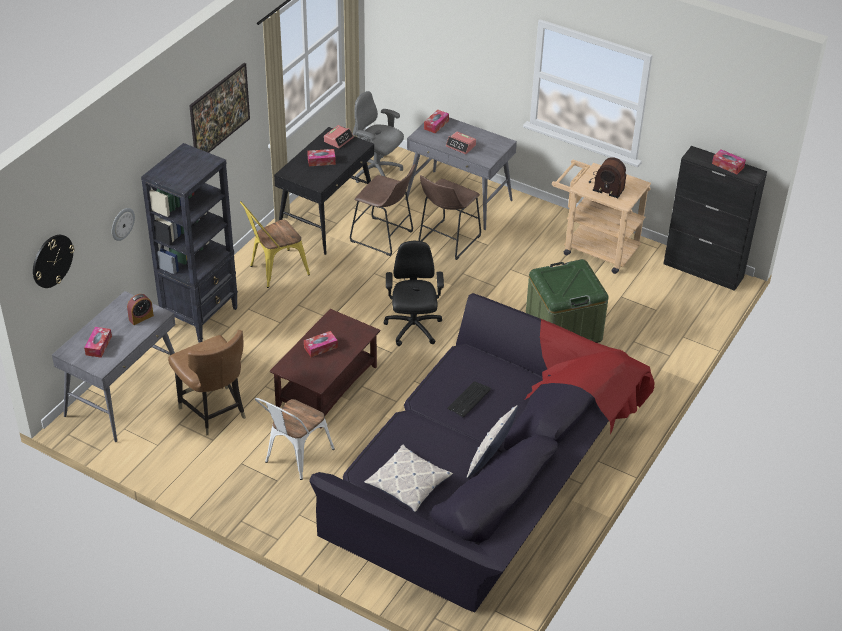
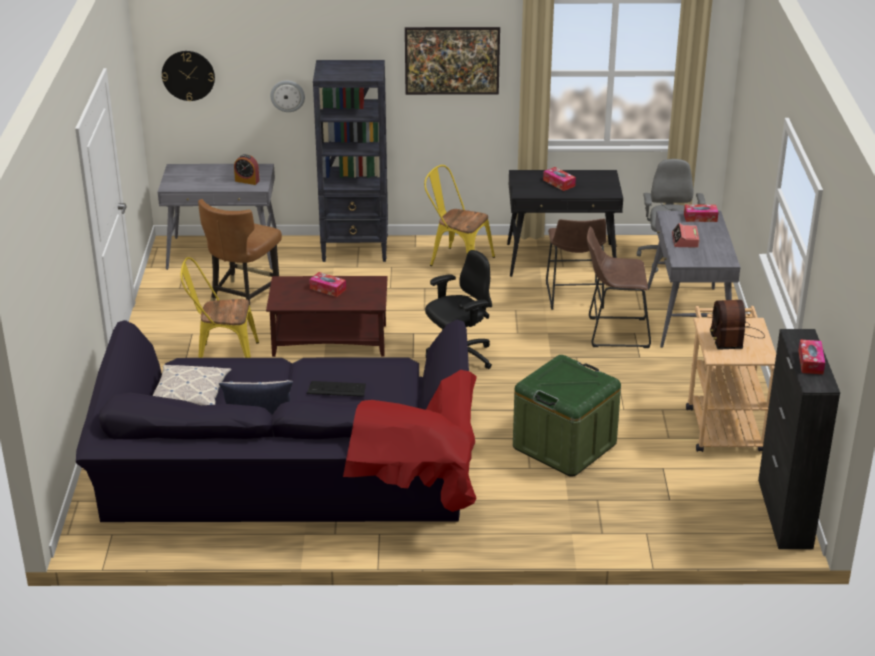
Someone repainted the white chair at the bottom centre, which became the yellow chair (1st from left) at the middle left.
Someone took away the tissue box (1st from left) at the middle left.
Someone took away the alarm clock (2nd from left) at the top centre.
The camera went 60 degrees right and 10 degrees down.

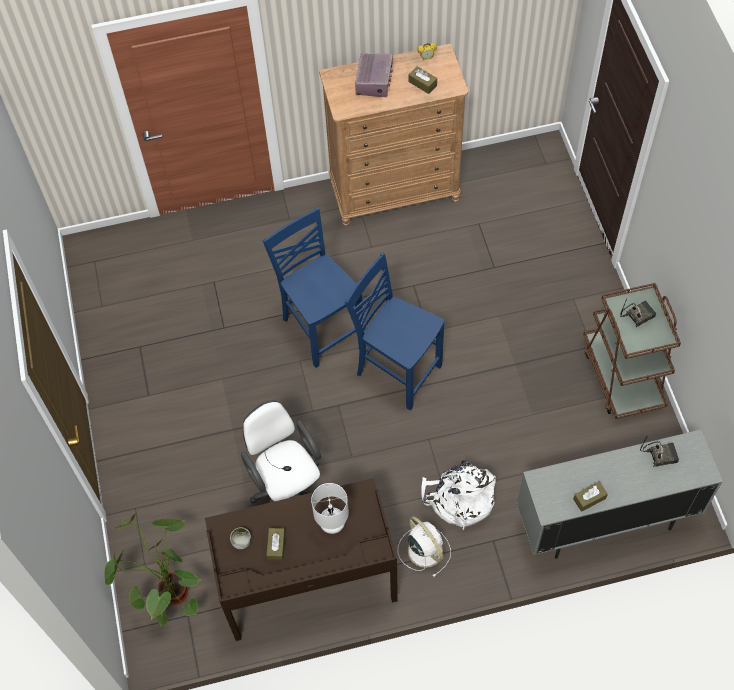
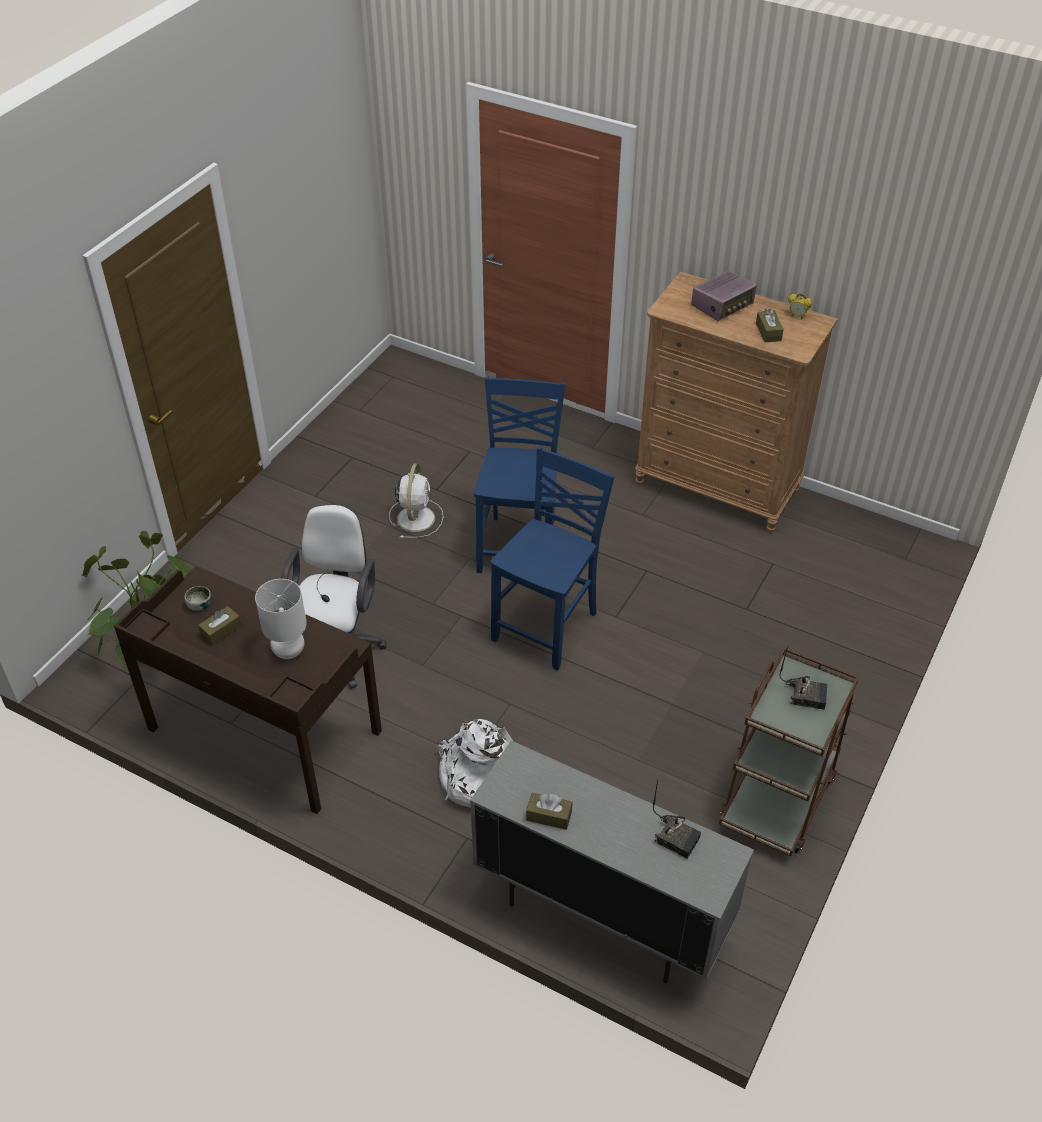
Someone carried the white fan from the bottom centre to the centre.
Someone rotated the blue chair (2nd from left) at the centre by 45 degrees clockwise.
The camera went 40 degrees right and 15 degrees down.

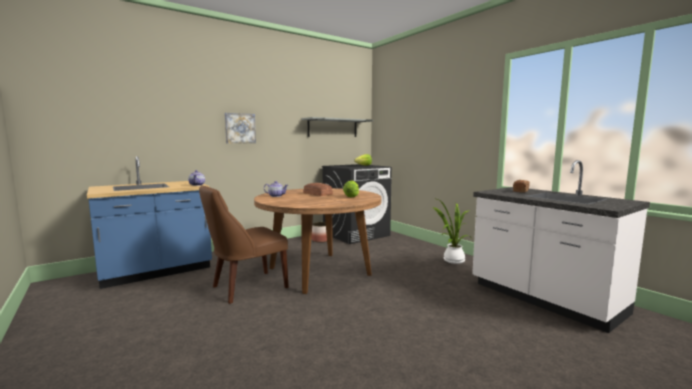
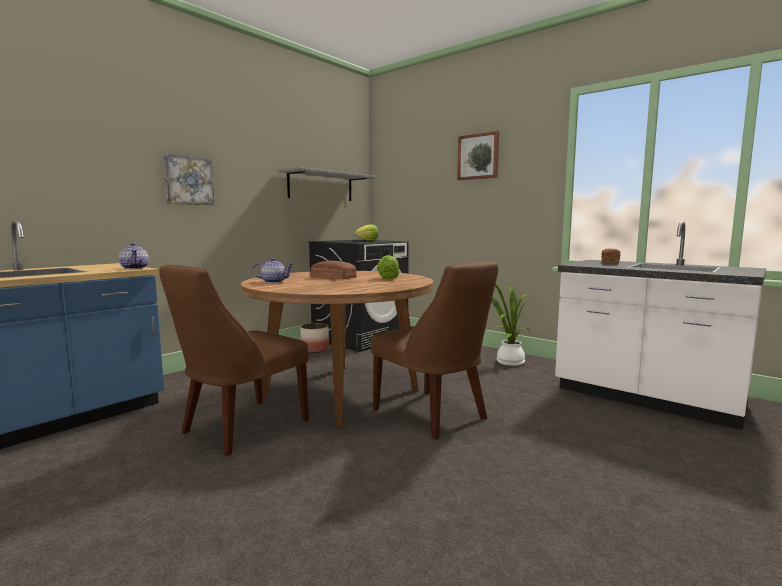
Someone put down the brown chair (2nd from left) at the centre.
Someone put up the picture (2nd from left) at the top centre.
The camera went 15 degrees left and 0 degrees up.

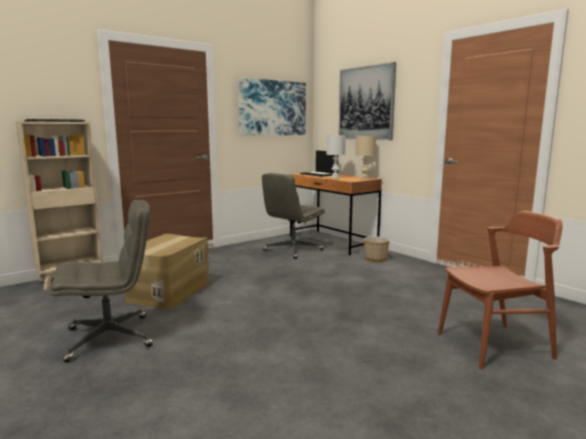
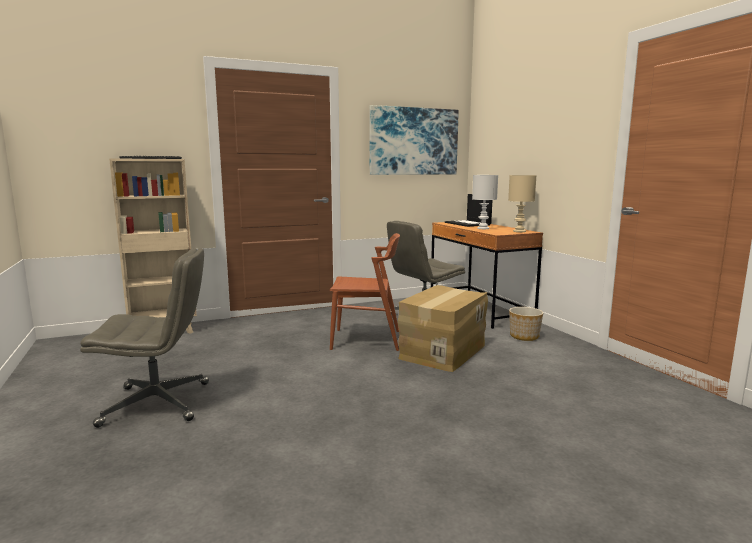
Someone carried the brown chair from the middle right to the centre.
Someone carried the cardboard box from the middle left to the centre.
Someone took away the picture (2nd from left) at the top centre.
The camera went 15 degrees right and 0 degrees up.

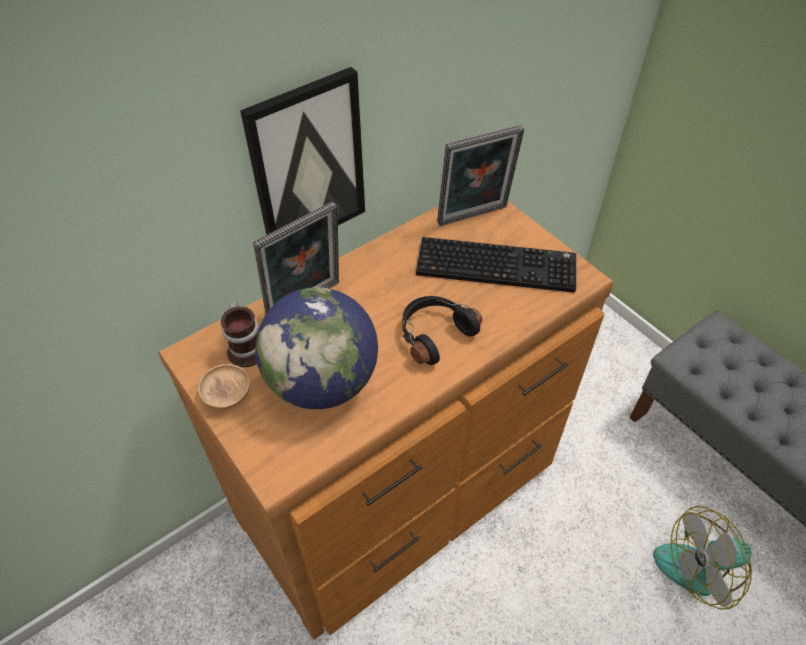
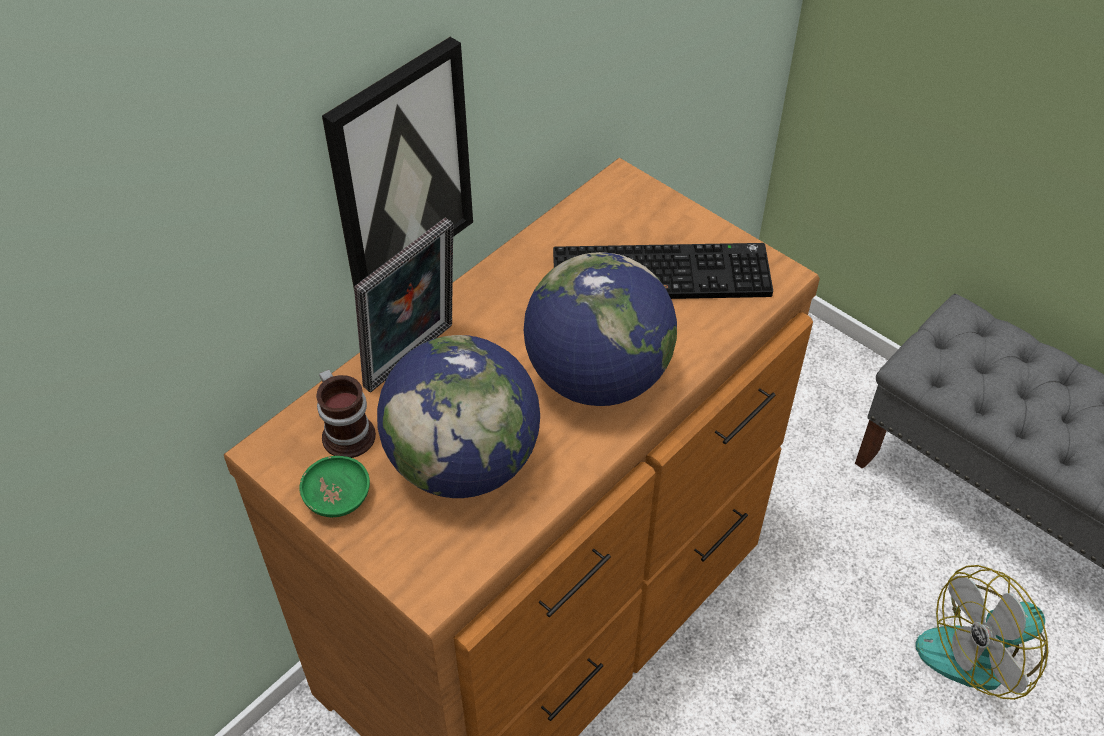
Someone repainted the brown bowl at the middle left, which became the green bowl at the middle left.
Someone swapped the black headphones at the centre for the globe (2nd from left) at the centre.
Someone took away the picture frame (2nd from left) at the top centre.
The camera went 10 degrees left and 0 degrees up.

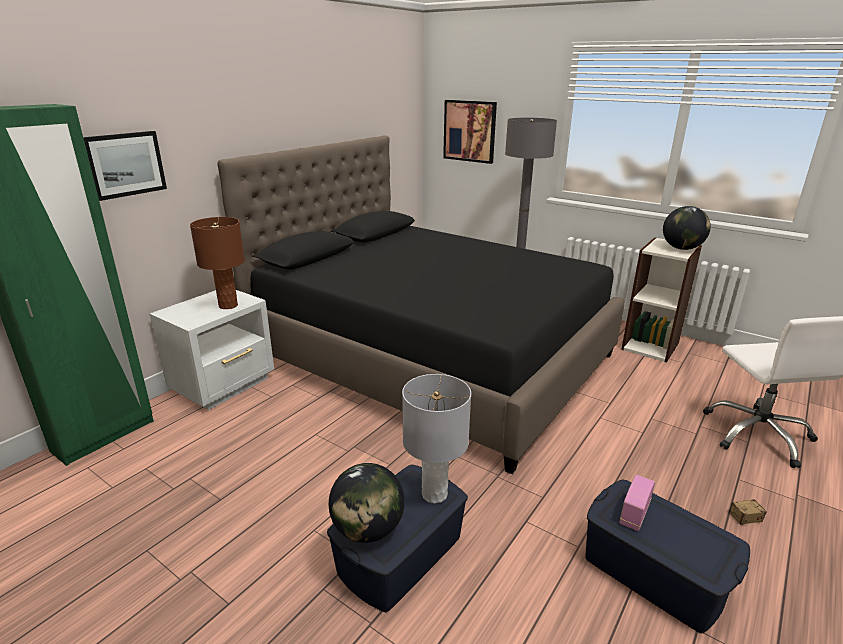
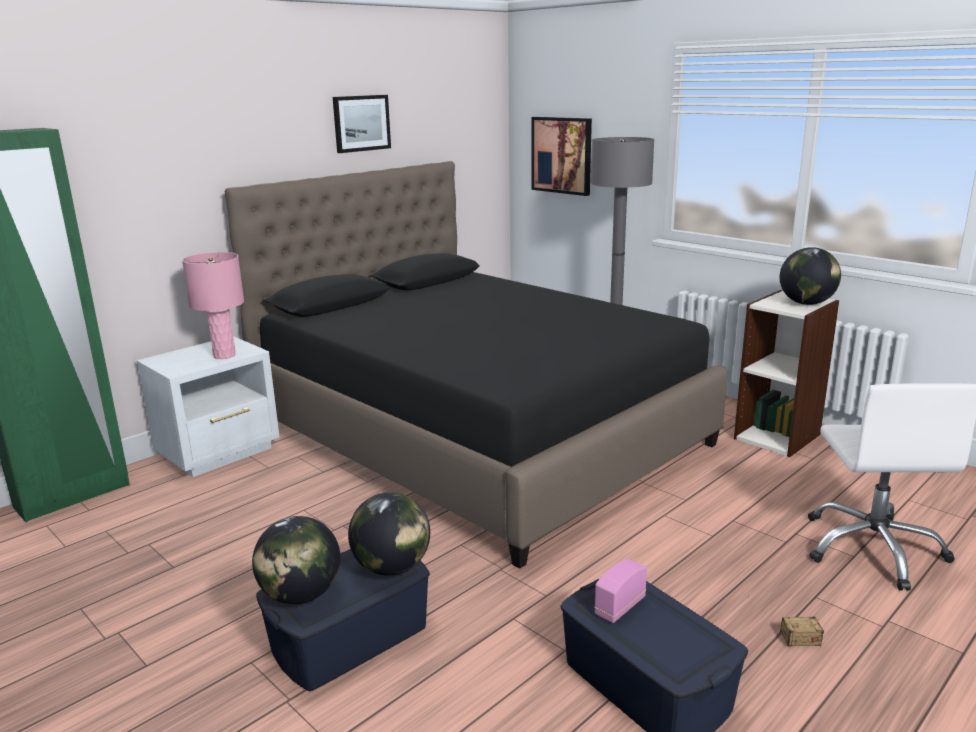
Someone repainted the brown table lamp at the middle left, which became the pink table lamp at the middle left.
Someone carried the picture (1st from left) from the top left to the top centre.
Someone swapped the grey table lamp at the bottom centre for the globe (2nd from left) at the bottom centre.
The camera went 10 degrees right and 5 degrees down.

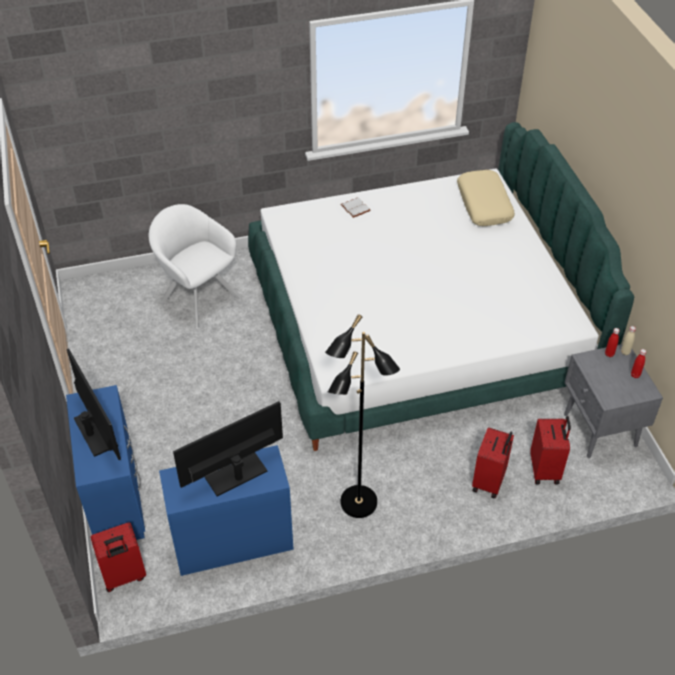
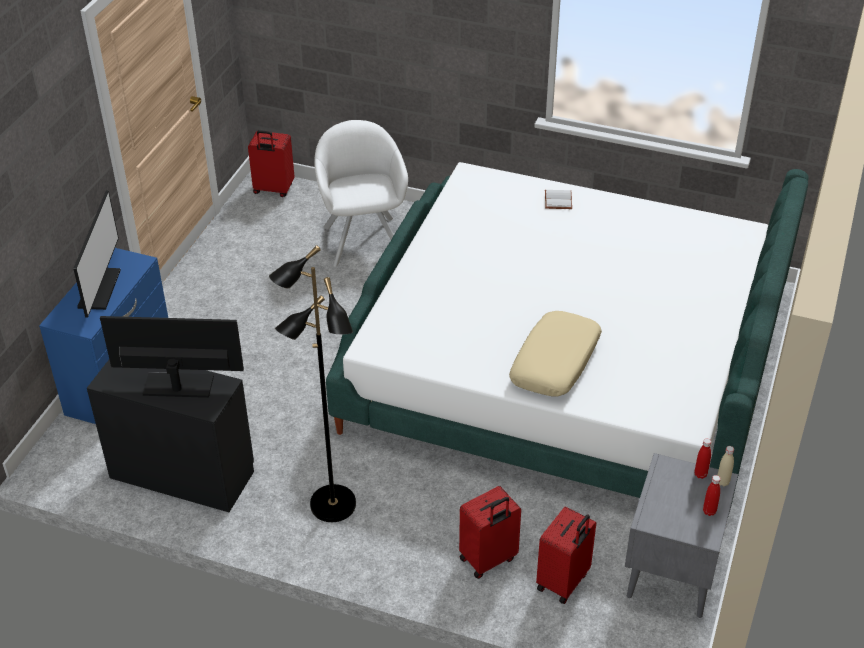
Someone repainted the blue dresser (2nd from left) at the bottom centre, which became the black dresser at the bottom left.
Someone carried the red suitcase (1st from left) from the bottom left to the top left.
Someone carried the beige pillow from the top right to the centre.
The camera went 35 degrees right and 5 degrees down.

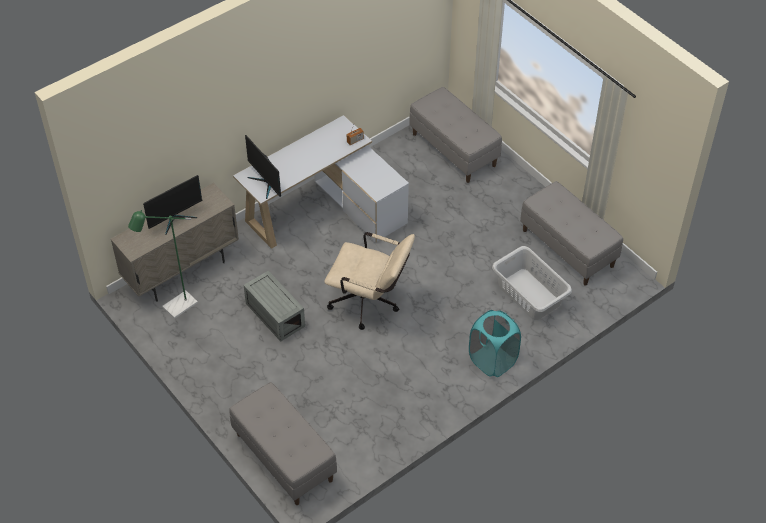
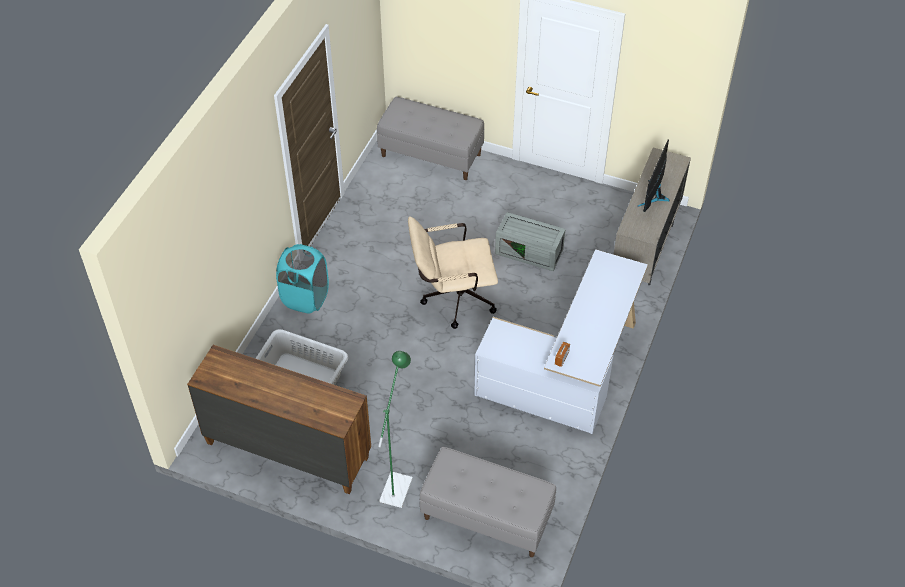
Someone swapped the grey bench (3rd from left) at the middle right for the brown dresser at the bottom left.
Someone carried the green floor lamp from the middle left to the bottom centre.
Someone took away the monitor (2nd from left) at the top centre.
The camera went 150 degrees right and 0 degrees up.

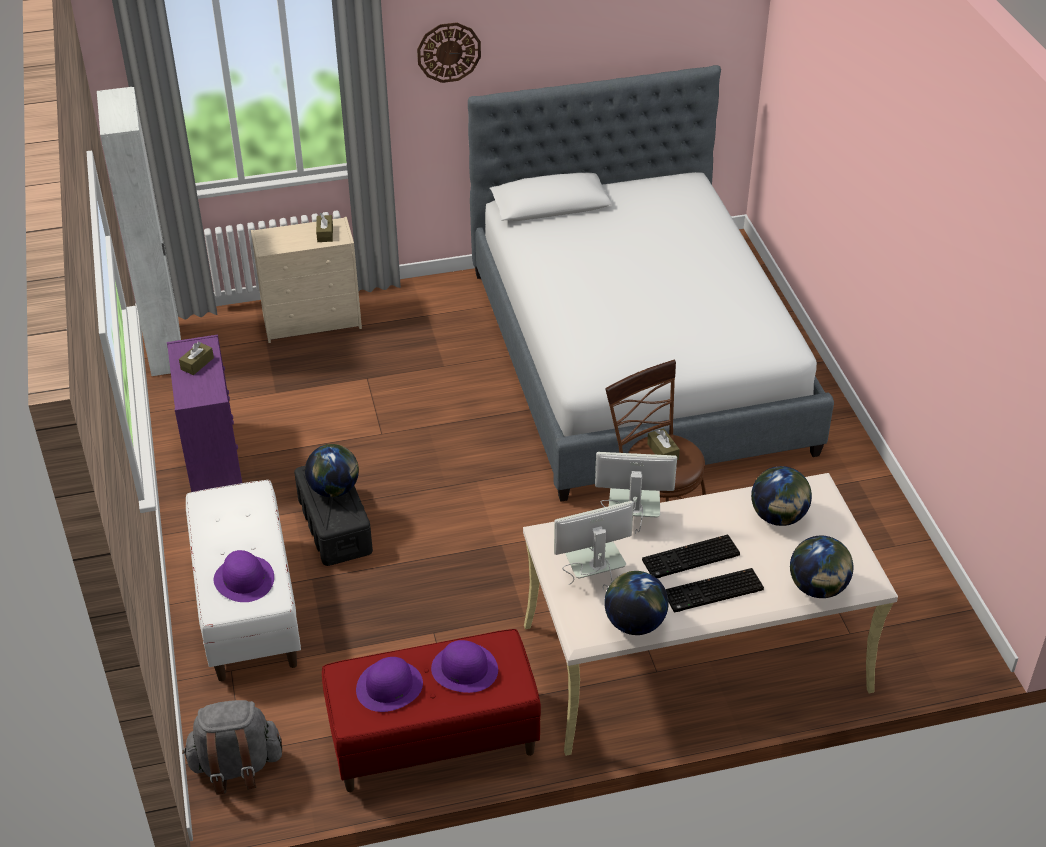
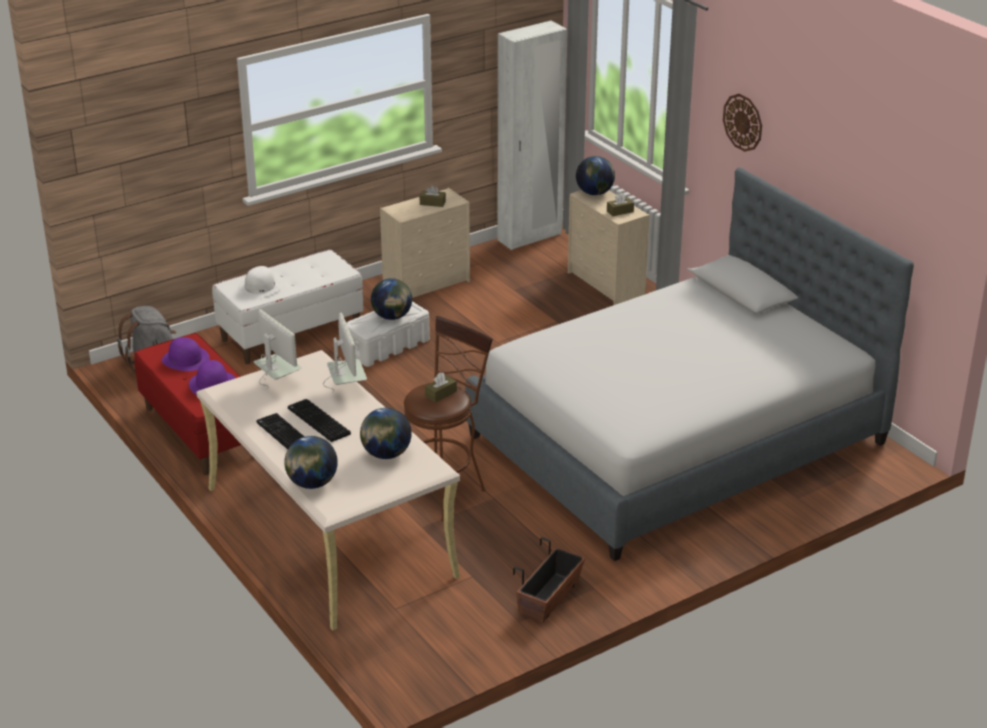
Someone repainted the purple hat (1st from left) at the bottom left, which became the white hat at the middle left.
Someone repainted the black storage box at the middle left, which became the white storage box at the centre.
Someone repainted the purple dresser at the middle left, which became the beige dresser (1st from left) at the centre.
Someone put down the planter at the bottom centre.
Someone carried the globe (2nd from left in the first image) from the bottom centre to the top centre.
The camera went 70 degrees right and 10 degrees down.

